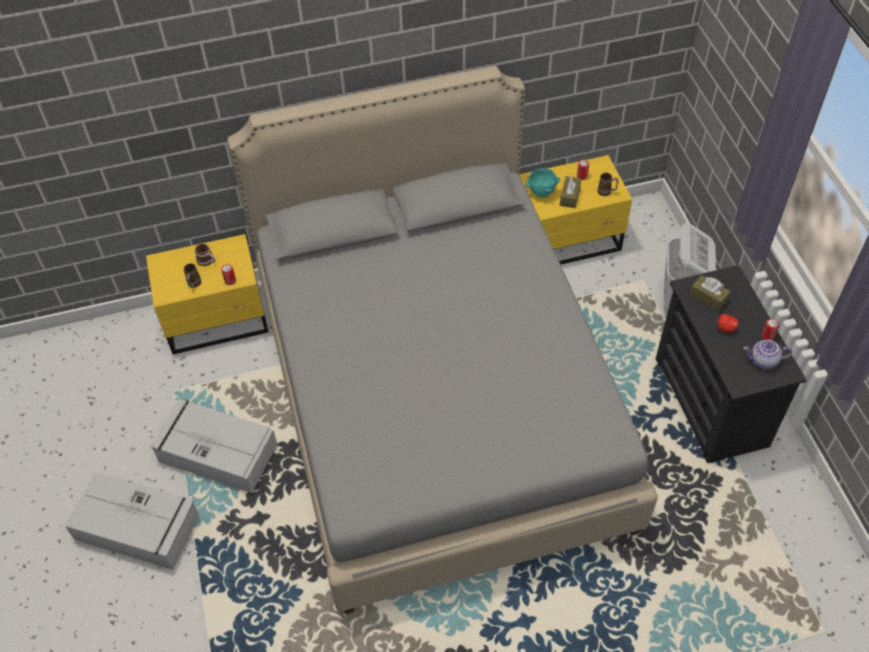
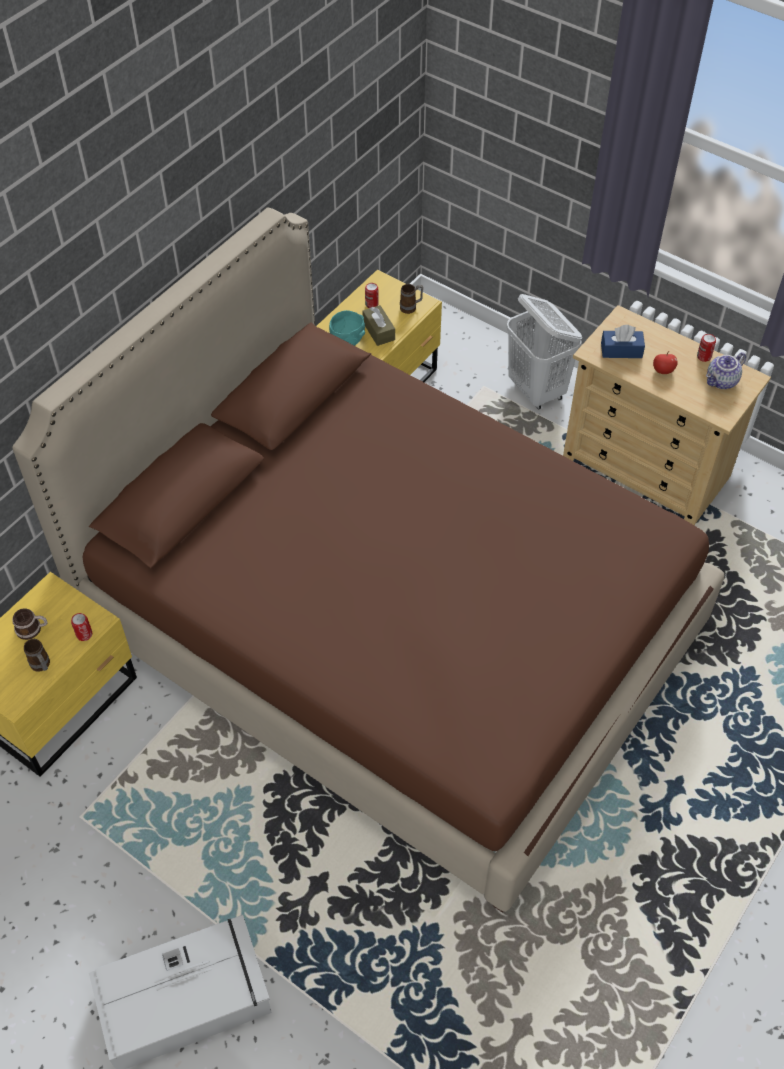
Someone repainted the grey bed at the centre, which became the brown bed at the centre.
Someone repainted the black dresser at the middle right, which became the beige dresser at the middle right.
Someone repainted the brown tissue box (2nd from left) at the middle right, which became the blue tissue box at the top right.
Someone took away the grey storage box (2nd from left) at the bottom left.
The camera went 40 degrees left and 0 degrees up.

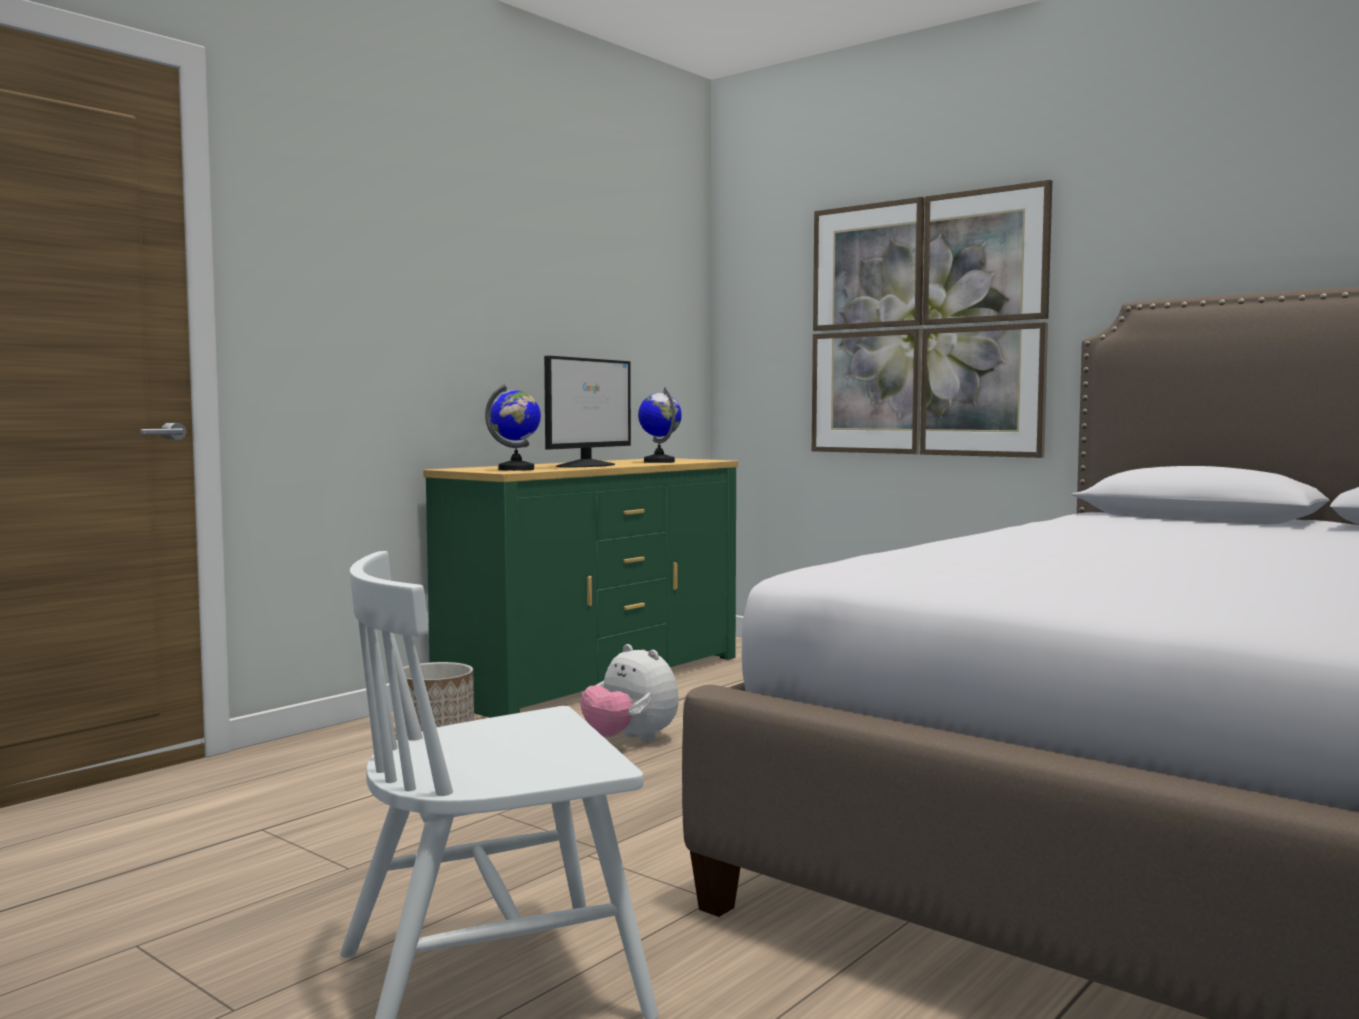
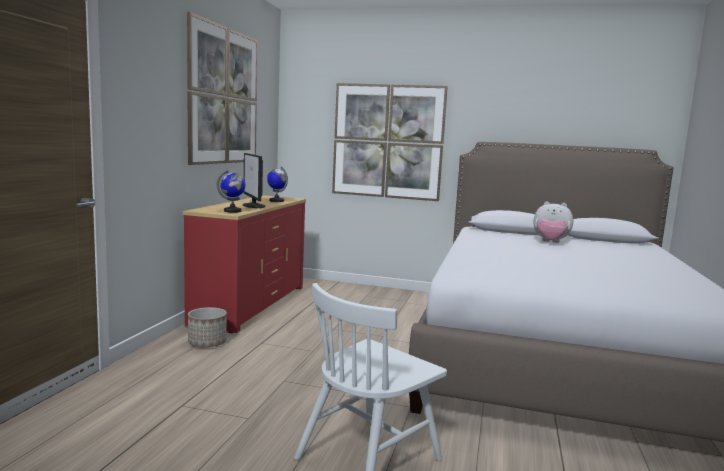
Someone repainted the green dresser at the centre, which became the red dresser at the centre.
Someone put up the picture (1st from left) at the top left.
Someone rotated the monitor at the centre by 150 degrees clockwise.
Someone carried the plush toy from the bottom centre to the middle right.
The camera went 25 degrees left and 5 degrees up.

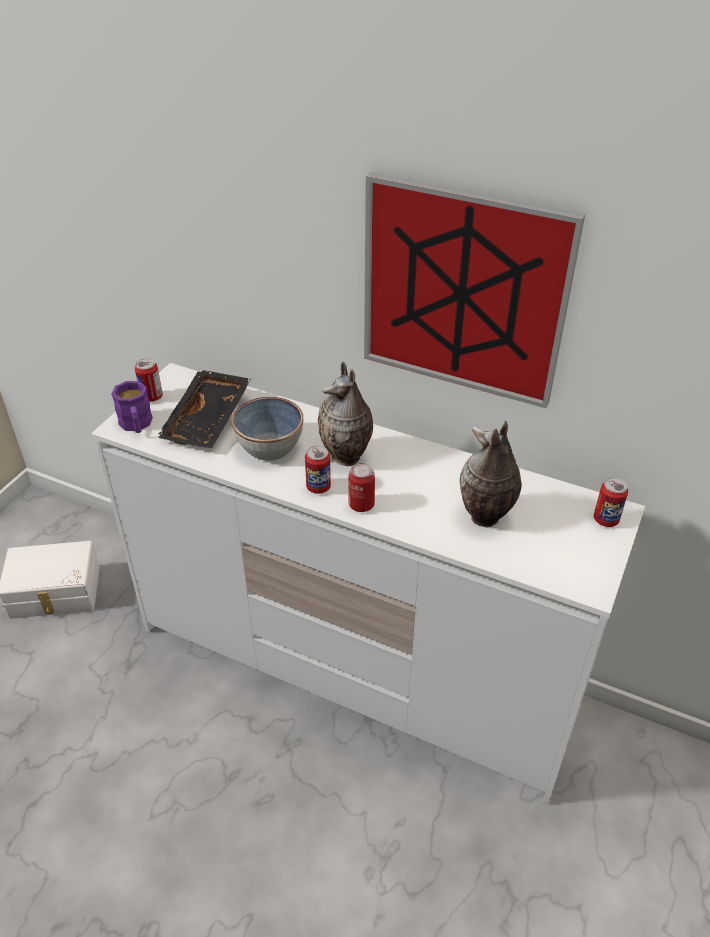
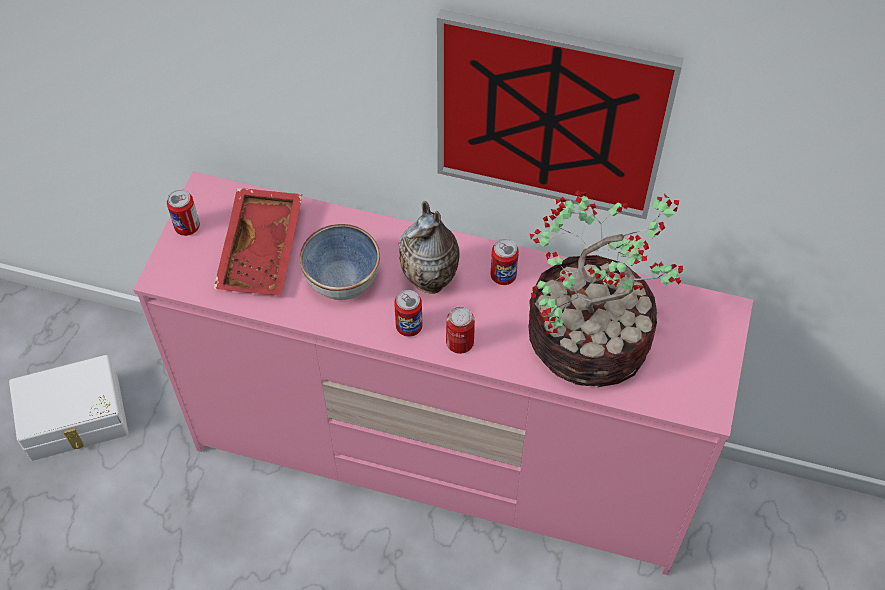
Someone repainted the white dresser at the centre, which became the pink dresser at the centre.
Someone repainted the black tray at the middle left, which became the red tray at the middle left.
Someone carried the can (4th from left) from the middle right to the centre.
Someone swapped the vase (2nd from left) at the middle right for the potted plant at the middle right.
Someone took away the purple mug at the middle left.
The camera went 10 degrees left and 15 degrees up.

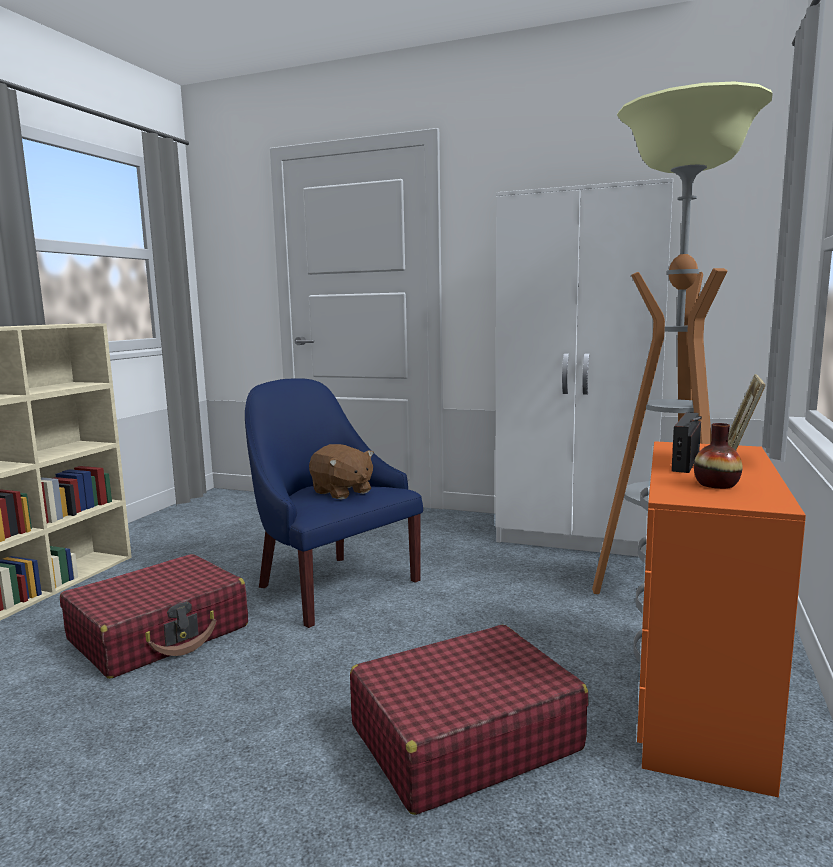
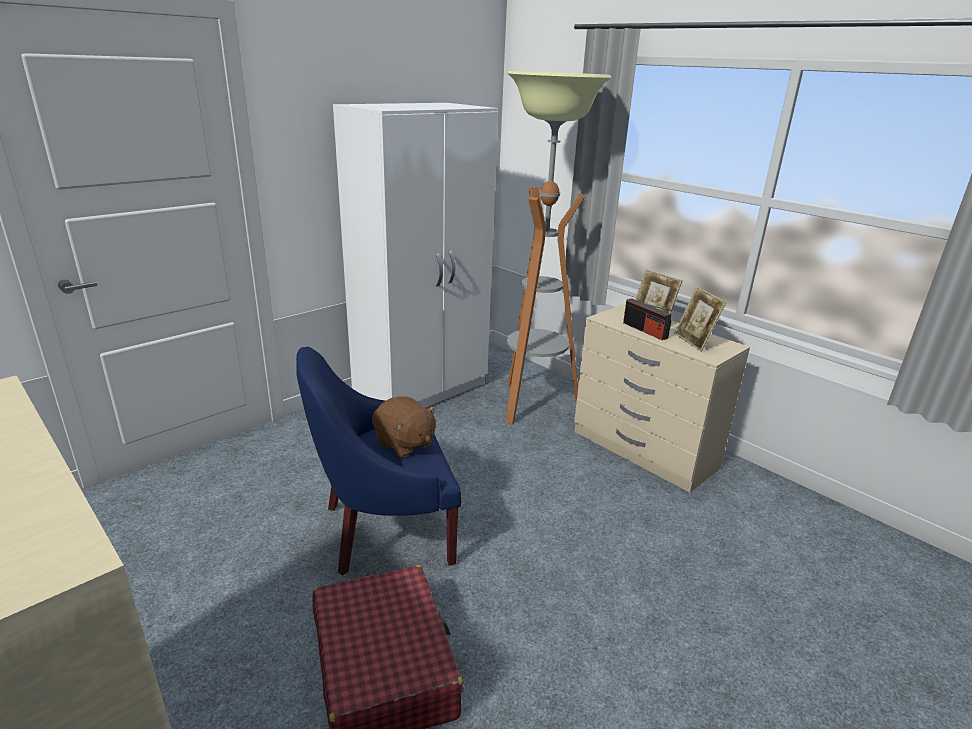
Someone rotated the brown plush toy at the centre by 60 degrees clockwise.
Someone repainted the orange dresser at the bottom right, which became the beige dresser at the middle right.
Someone swapped the vase at the middle right for the picture frame (2nd from left) at the middle right.
Someone took away the red suitcase (2nd from left) at the bottom centre.
The camera went 65 degrees left and 15 degrees up.

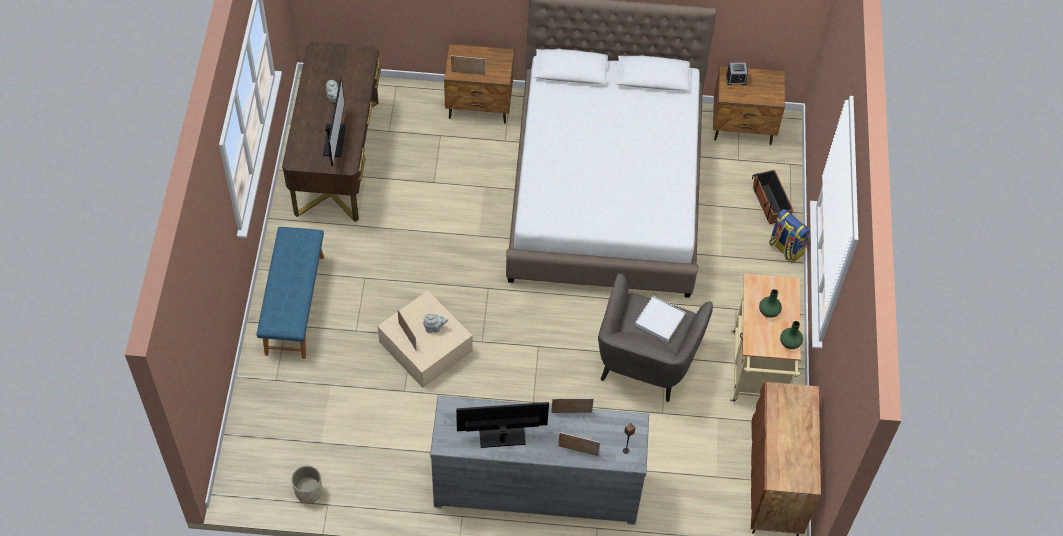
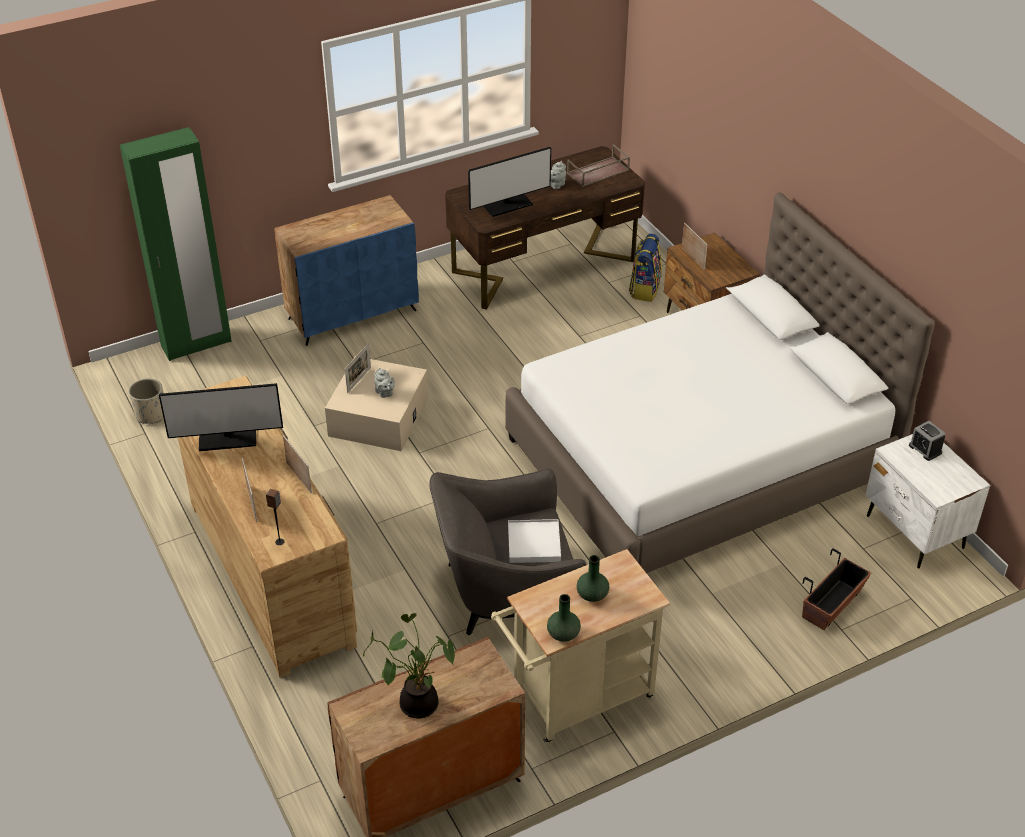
Someone put down the green wardrobe at the top left.
Someone rotated the monitor (2nd from left in the first image) at the bottom centre by 120 degrees clockwise.
Someone repainted the grey dresser at the bottom centre, which became the brown dresser at the middle left.
Someone swapped the blue bench at the middle left for the blue cabinet at the top centre.
Someone put down the potted plant at the bottom centre.
Someone put down the brown tray at the top centre.
Someone carried the backpack from the middle right to the top centre.
Someone repainted the brown nightstand (2nd from left) at the top right, which became the white nightstand at the middle right.
The camera went 60 degrees right and 15 degrees down.

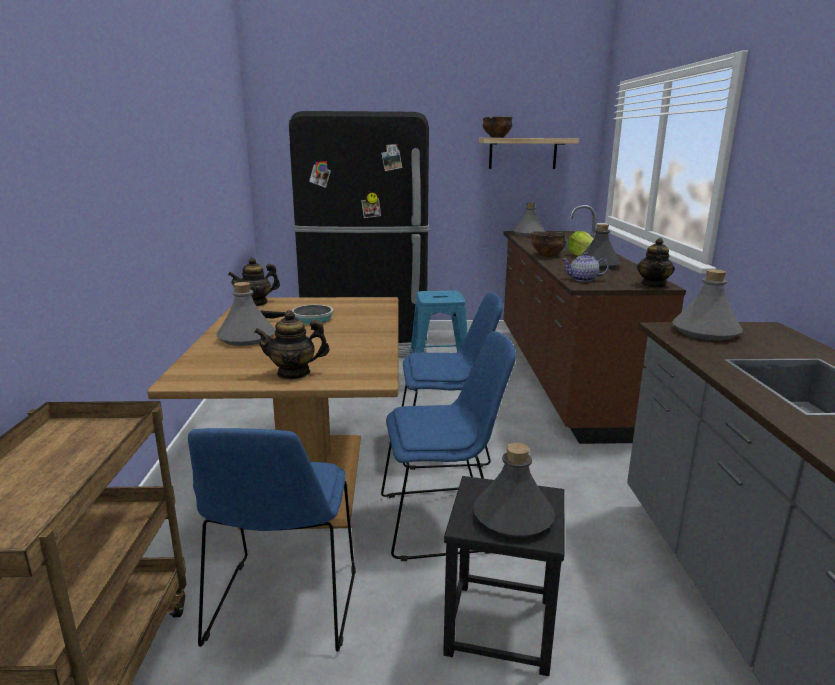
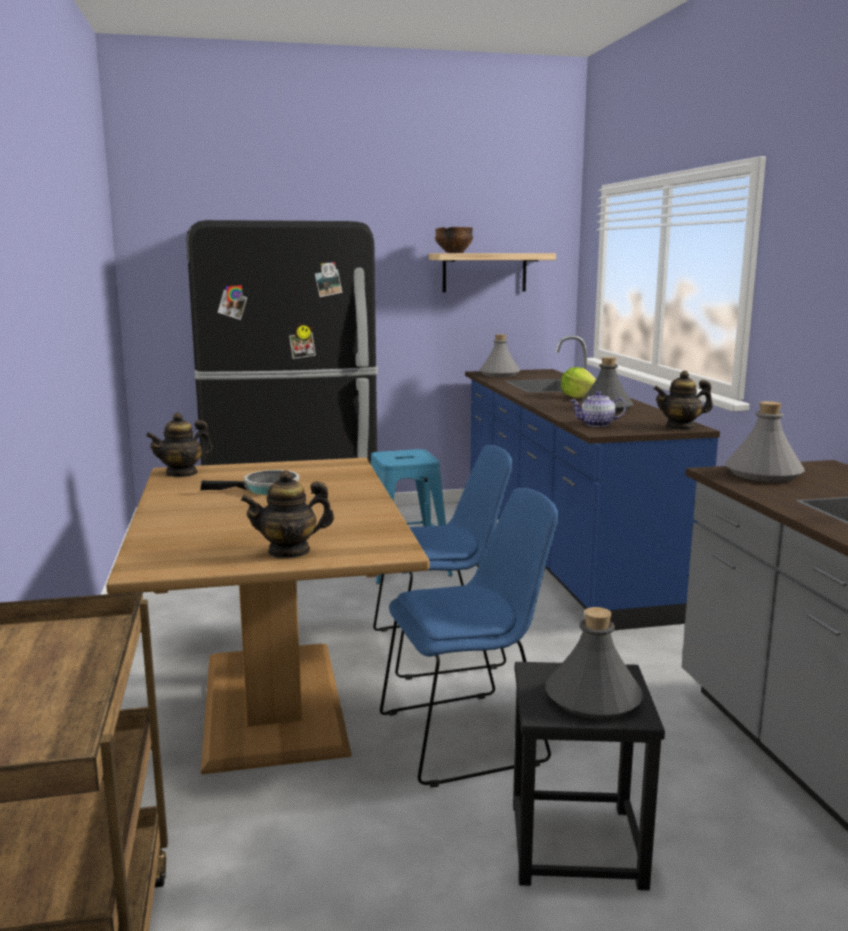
Someone repainted the brown counter at the middle right, which became the blue counter at the middle right.
Someone rotated the teapot (4th from left) at the middle right by 75 degrees clockwise.
Someone took away the blue chair (1st from left) at the bottom left.
Someone took away the grey bottle (1st from left) at the middle left.
Someone took away the bowl (2nd from left) at the centre.
The camera went 10 degrees left and 5 degrees down.

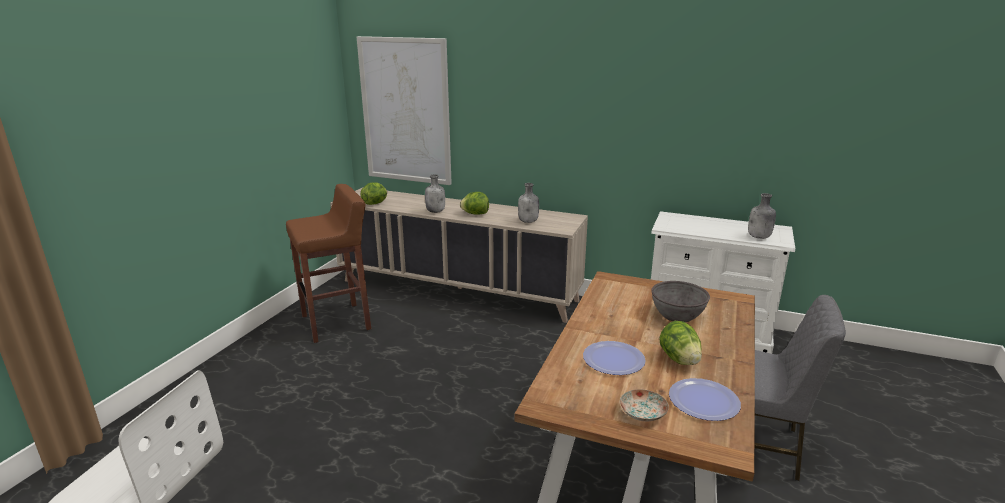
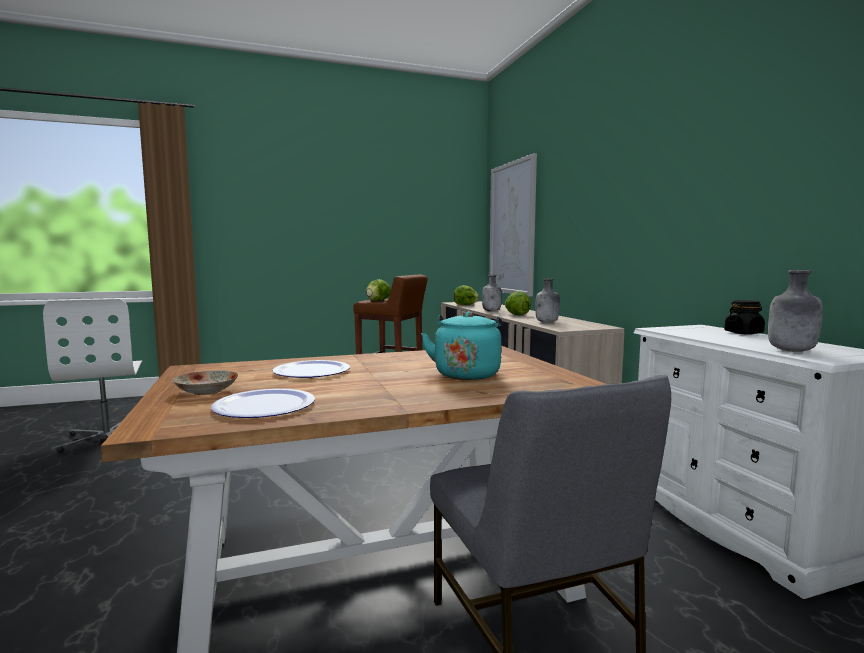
Someone carried the lettuce (3rd from left in the first image) from the bottom right to the centre.
Someone swapped the grey bowl at the middle right for the turquoise kettle at the centre.
Someone put down the black jar at the middle right.
The camera went 50 degrees right and 15 degrees down.

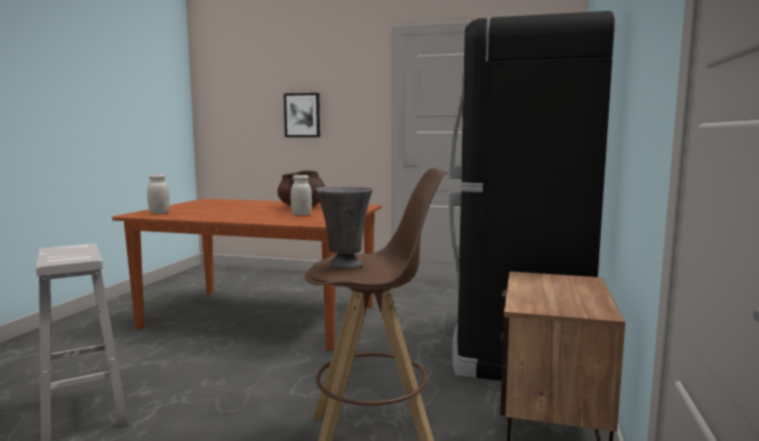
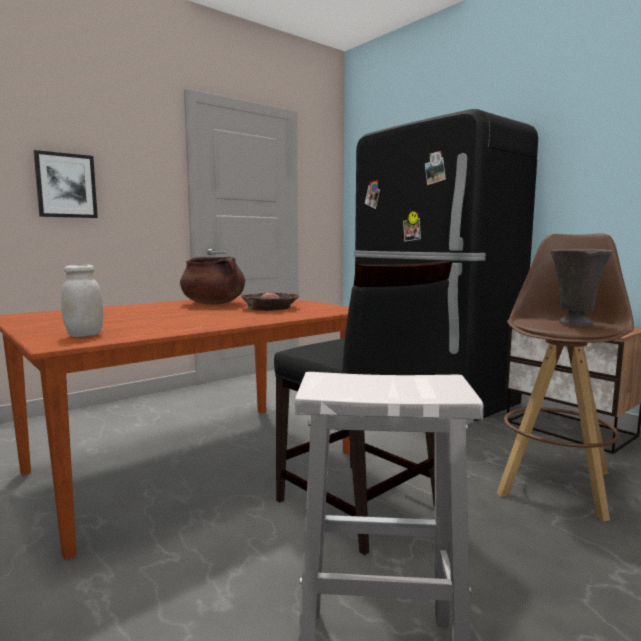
Someone swapped the white jar (2nd from left) at the centre for the bowl at the centre.
Someone put down the black chair at the centre.
The camera went 55 degrees left and 0 degrees up.

